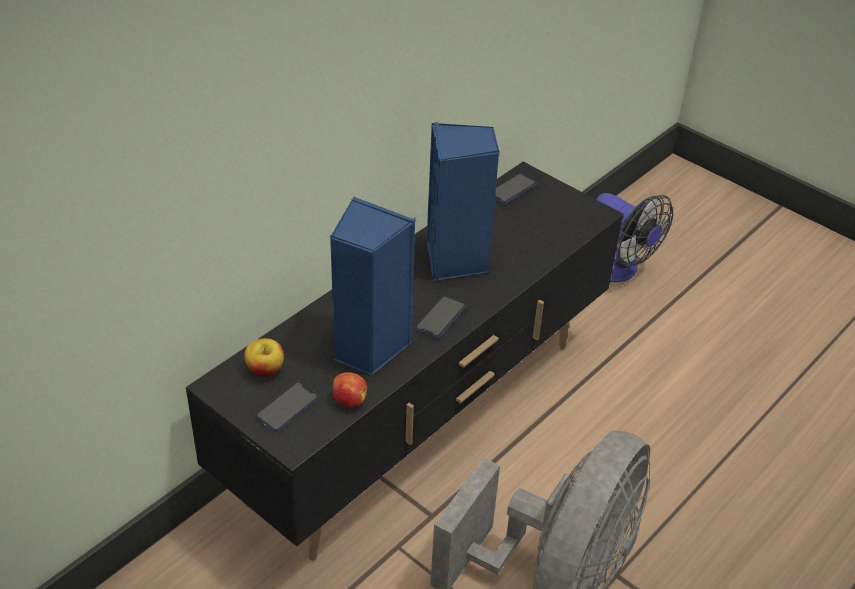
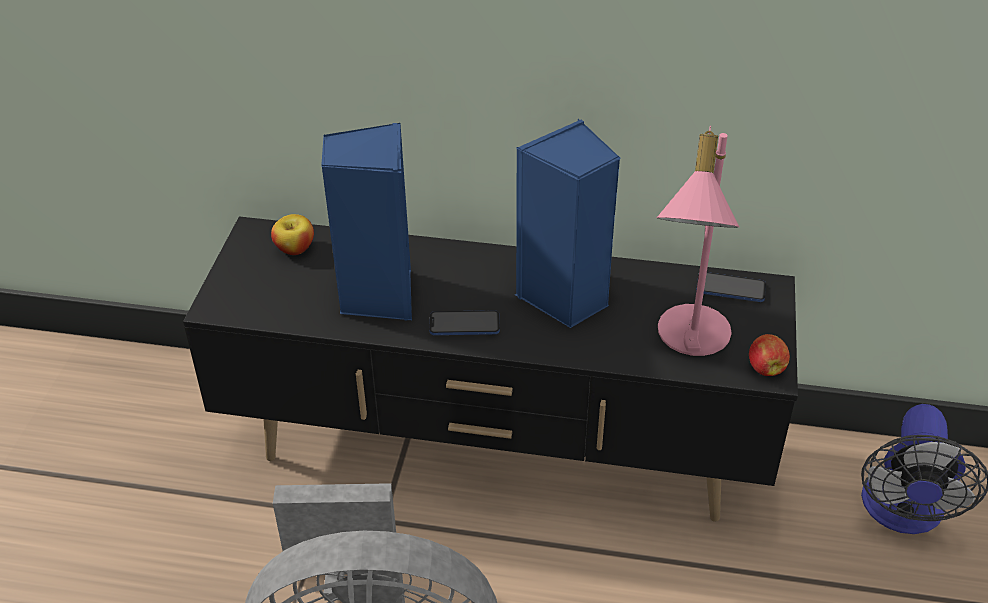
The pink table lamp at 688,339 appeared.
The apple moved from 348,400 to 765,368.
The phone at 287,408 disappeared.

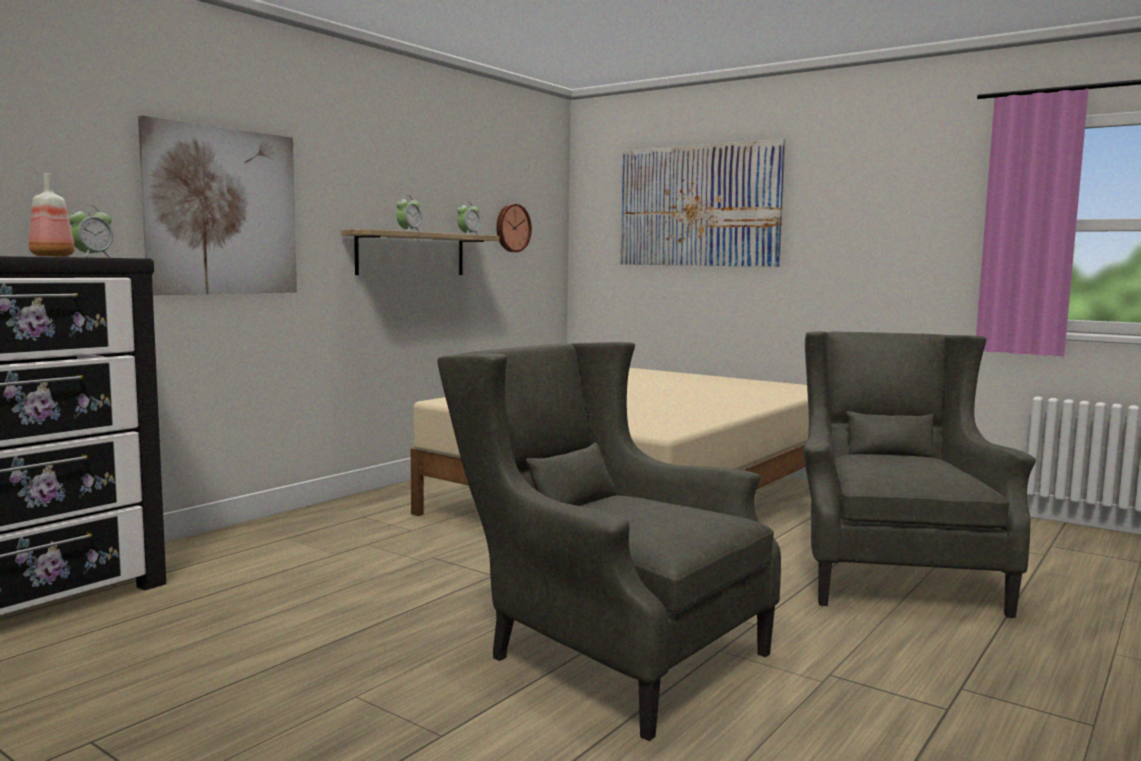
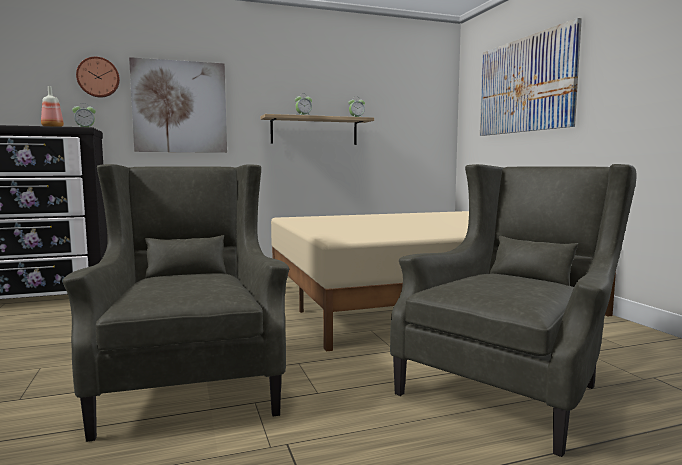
The wall clock moved from 512,228 to 98,77.

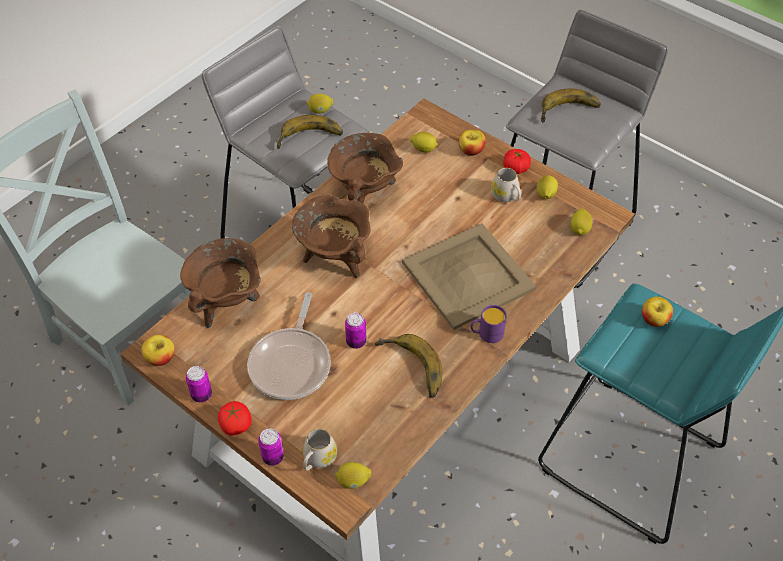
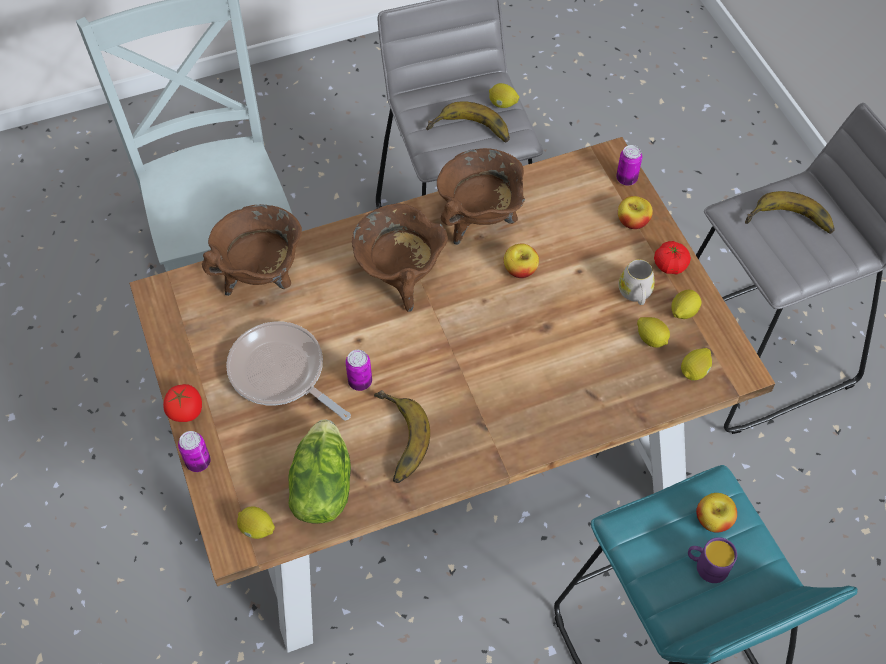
The frying pan at 292,363 turned 90 degrees clockwise.
The lettuce at 321,487 appeared.
The apple moved from 161,358 to 520,270.
The can moved from 201,395 to 626,179.
The lemon moved from 424,149 to 651,339.
The purple mug moved from 486,334 to 706,566.
The white mug at 318,459 disappeared.
The beige tray at 467,277 disappeared.

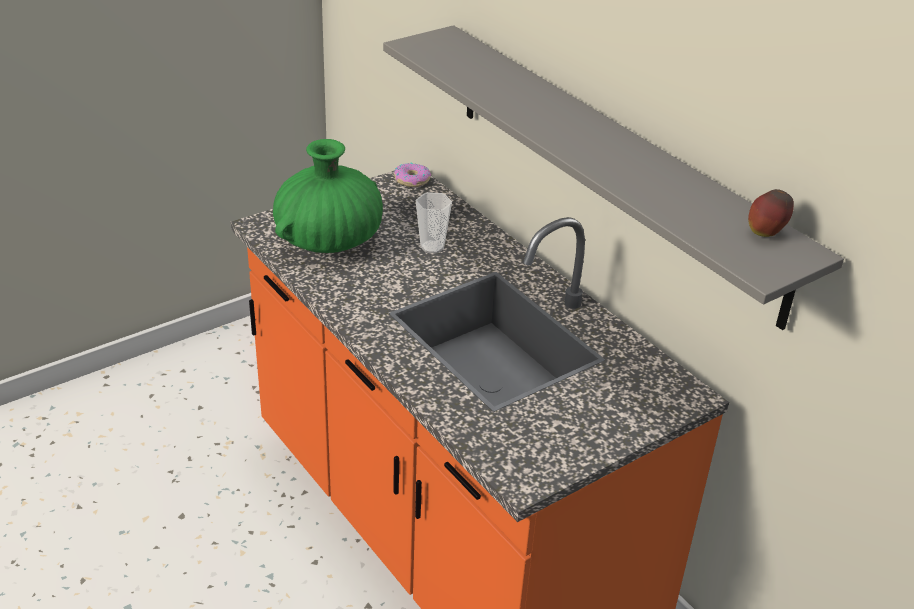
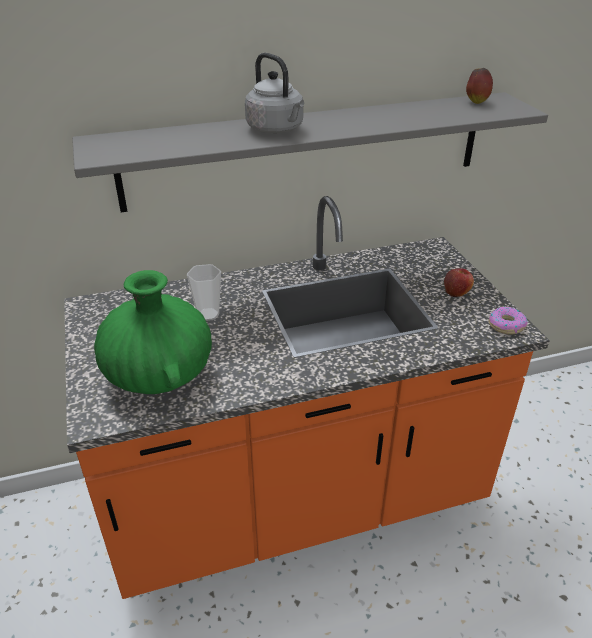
The grey kettle at 277,130 appeared.
The apple at 456,292 appeared.
The donut moved from 412,180 to 506,325.

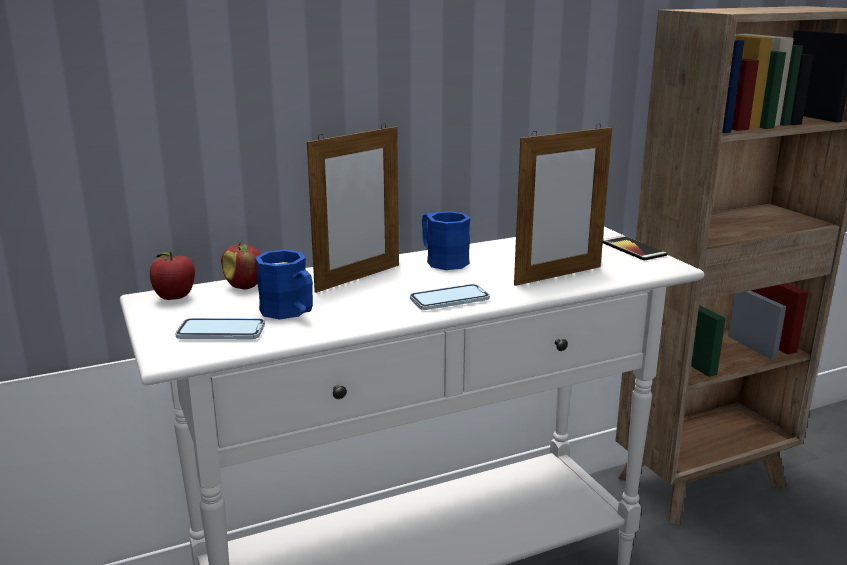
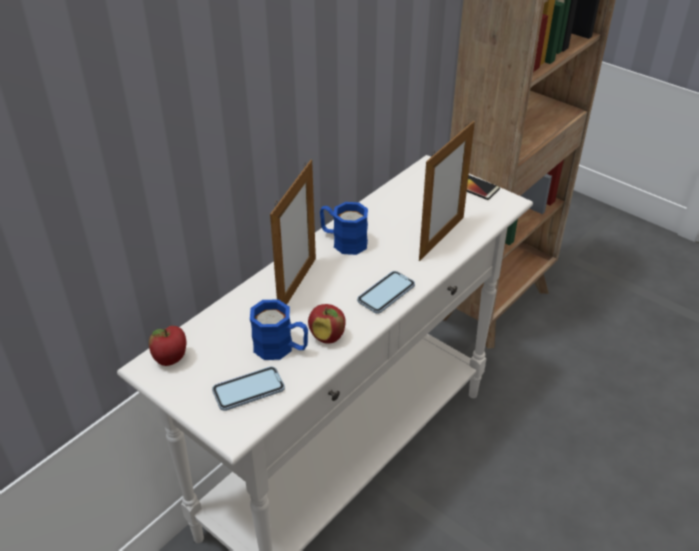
The apple moved from 245,286 to 327,337.

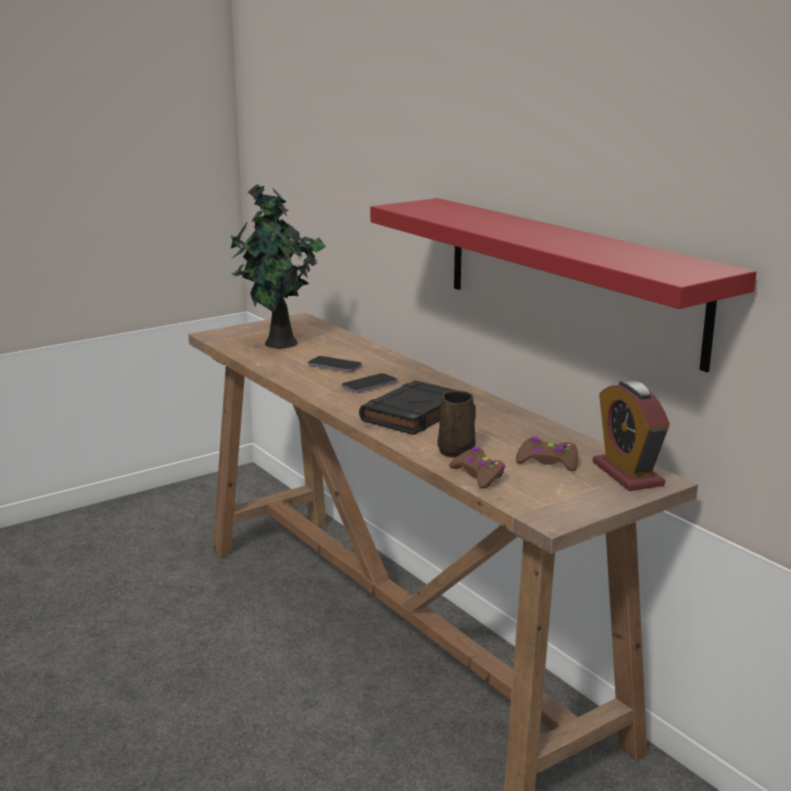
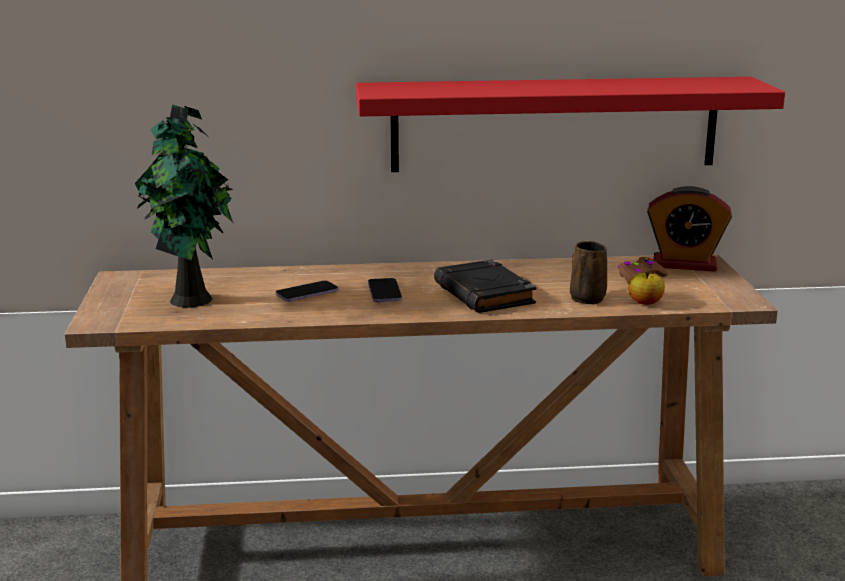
The brown game controller at 478,475 was replaced by the apple at 645,303.

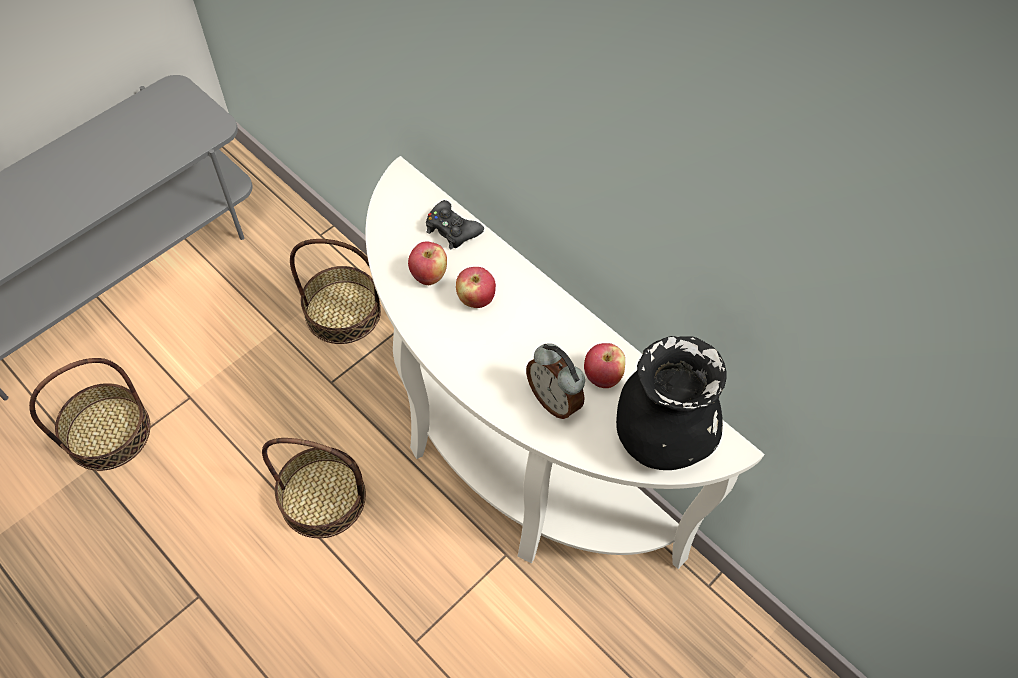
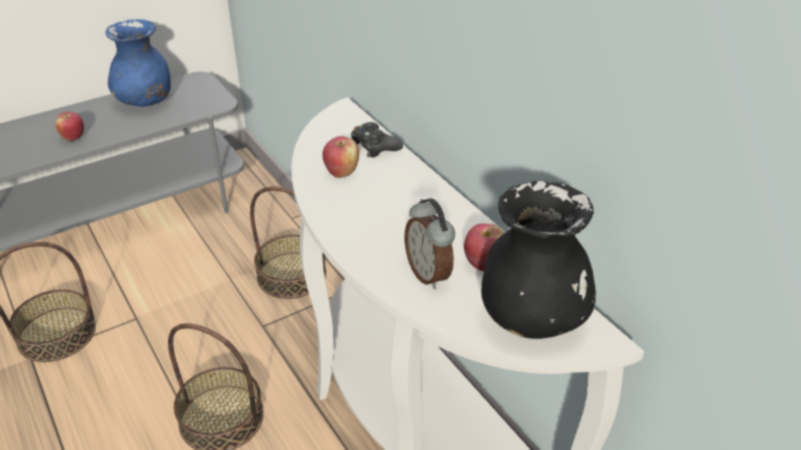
The apple moved from 475,299 to 73,137.
The blue vase at 145,101 appeared.

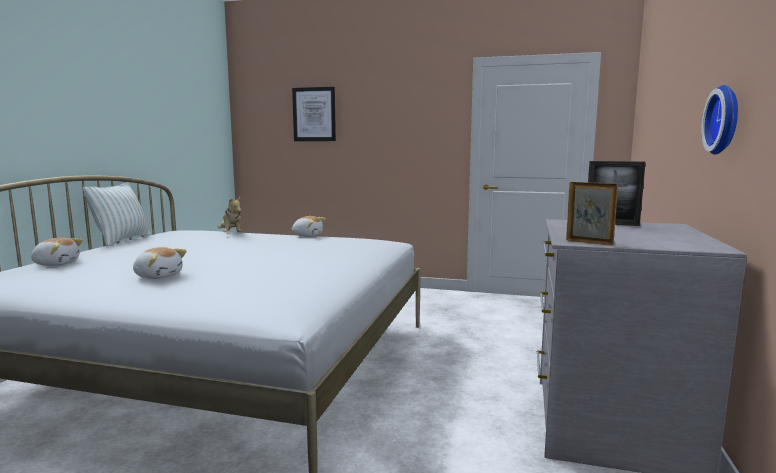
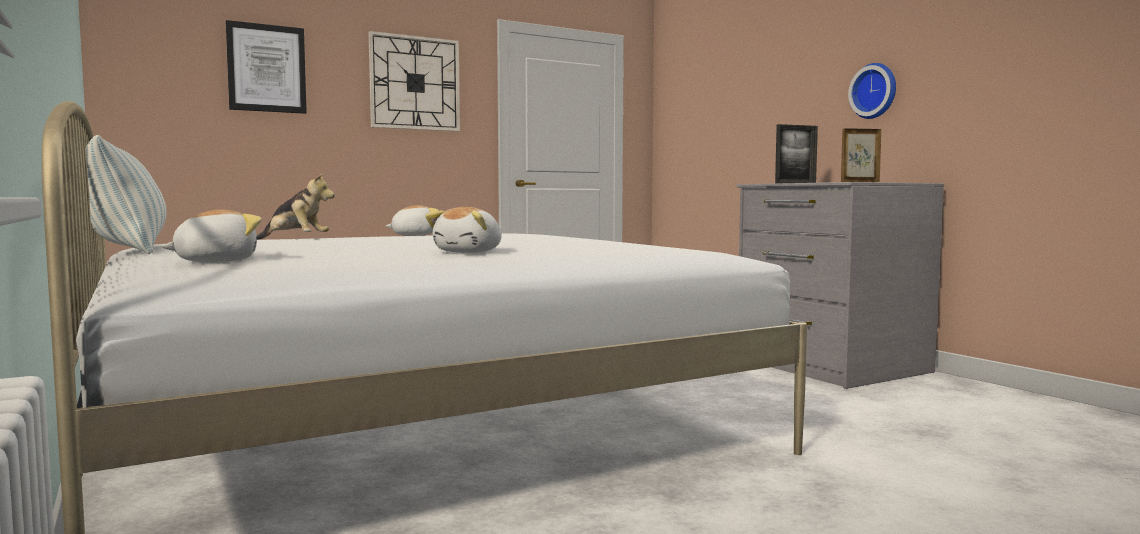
The wall clock at 415,83 appeared.
The plush toy at 158,276 turned 135 degrees clockwise.

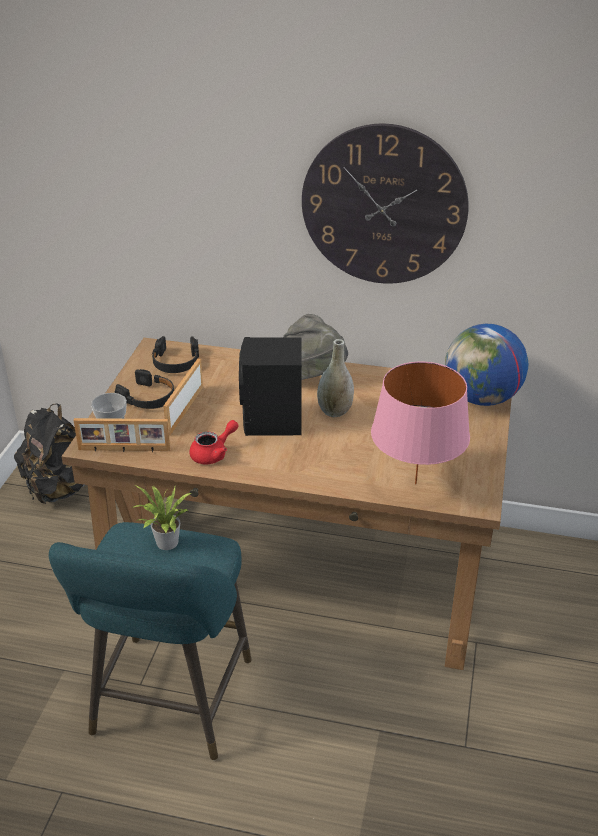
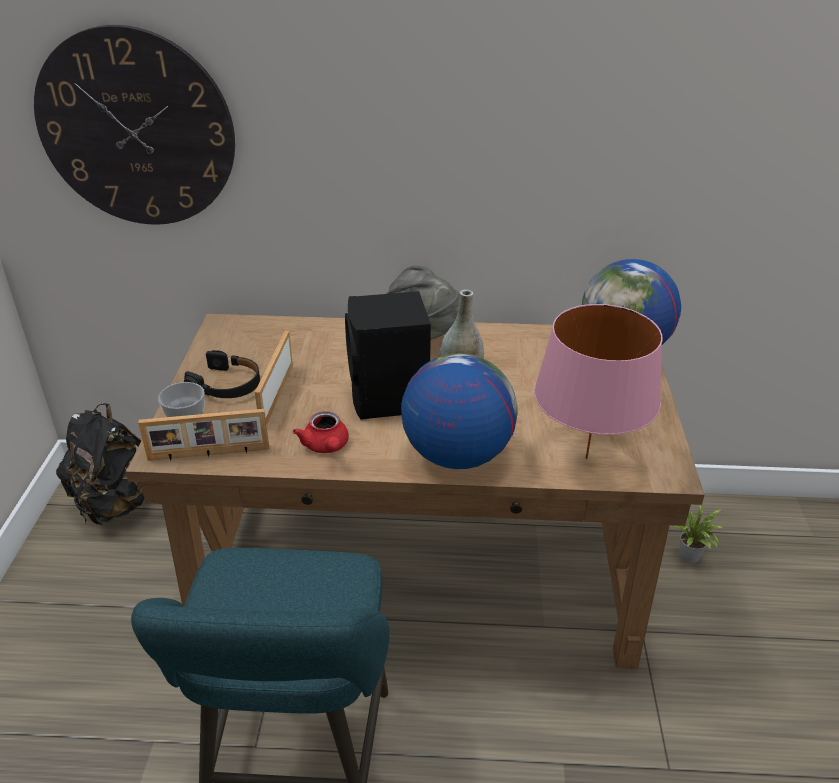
The wall clock moved from 384,206 to 136,130.
The red teapot at 213,454 turned 120 degrees clockwise.
The globe at 456,455 appeared.
The potted plant moved from 166,544 to 689,557.
The black headphones at 176,362 disappeared.

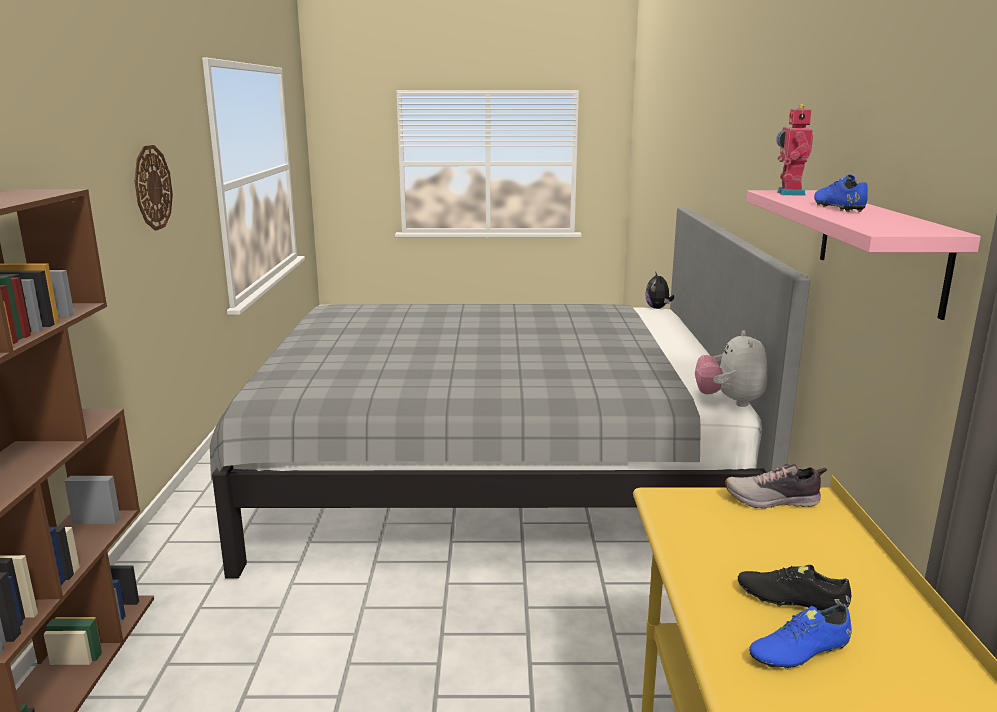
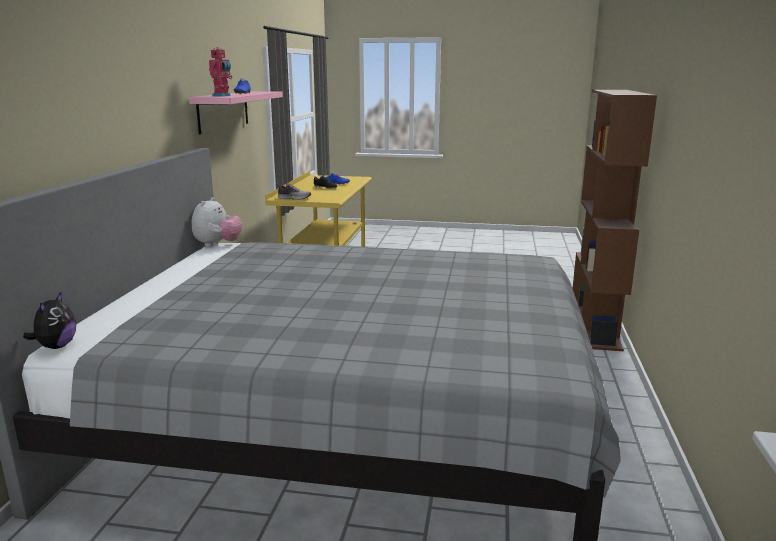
The wall clock at 152,187 disappeared.

